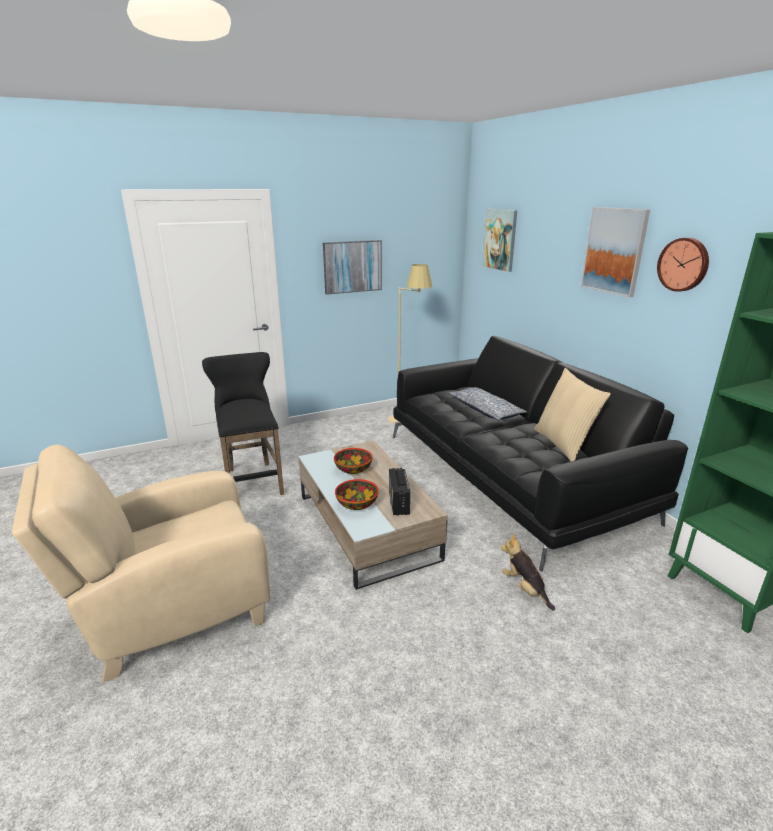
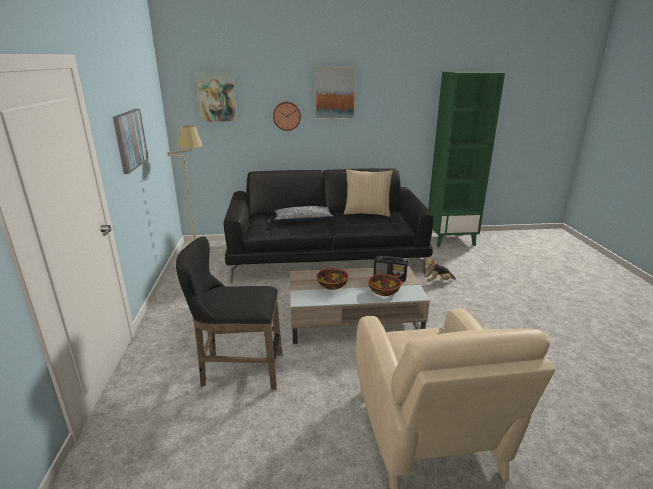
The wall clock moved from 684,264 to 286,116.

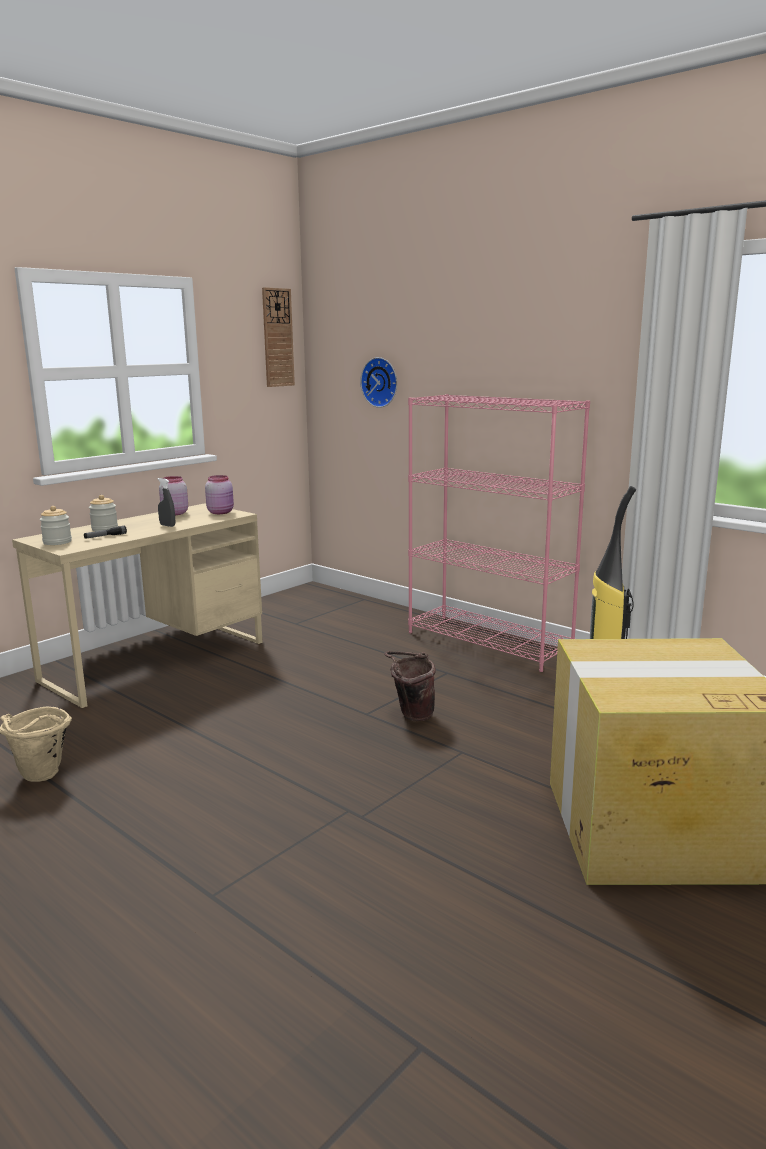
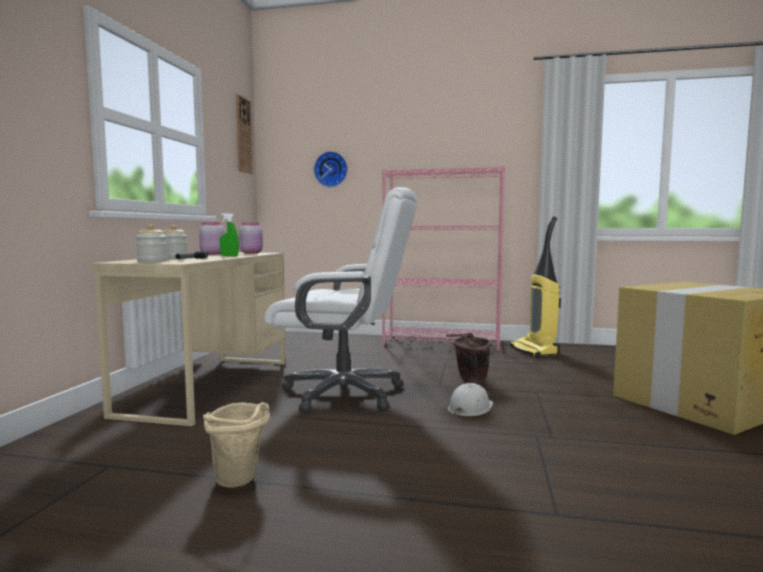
The grey spray bottle at 167,525 became the green spray bottle at 229,256.
The white office chair at 345,393 appeared.
The white hard hat at 470,408 appeared.

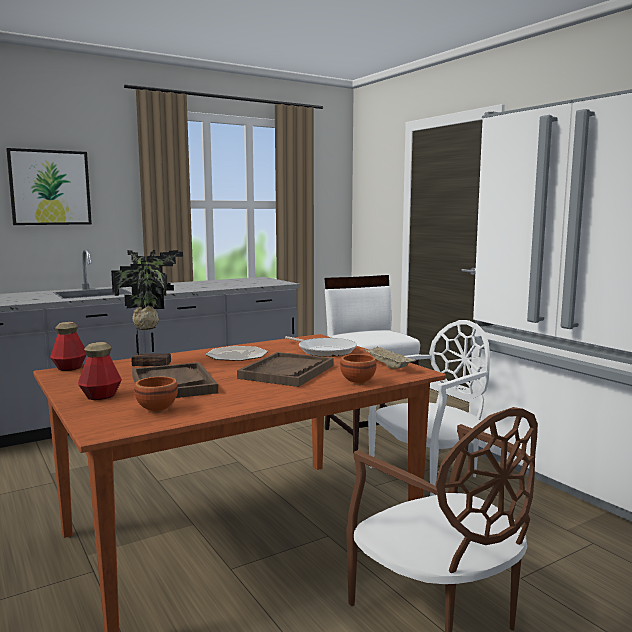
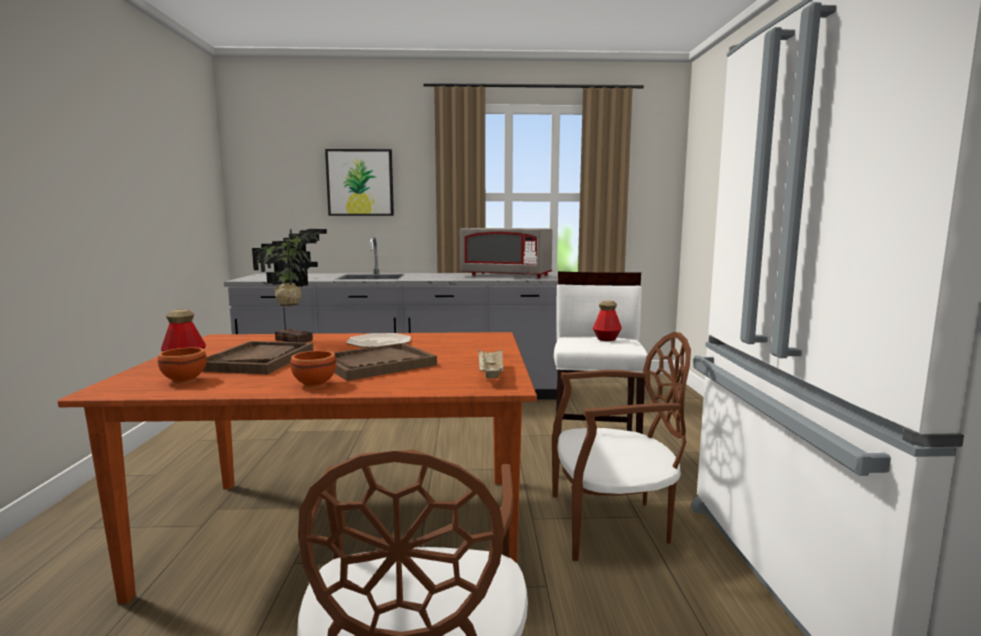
The brown bowl moved from 357,382 to 313,385.
The grey microwave at 506,276 appeared.
The white chair at 429,474 became the brown chair at 612,524.
The bottle moved from 70,368 to 606,339.
The frying pan at 324,350 disappeared.

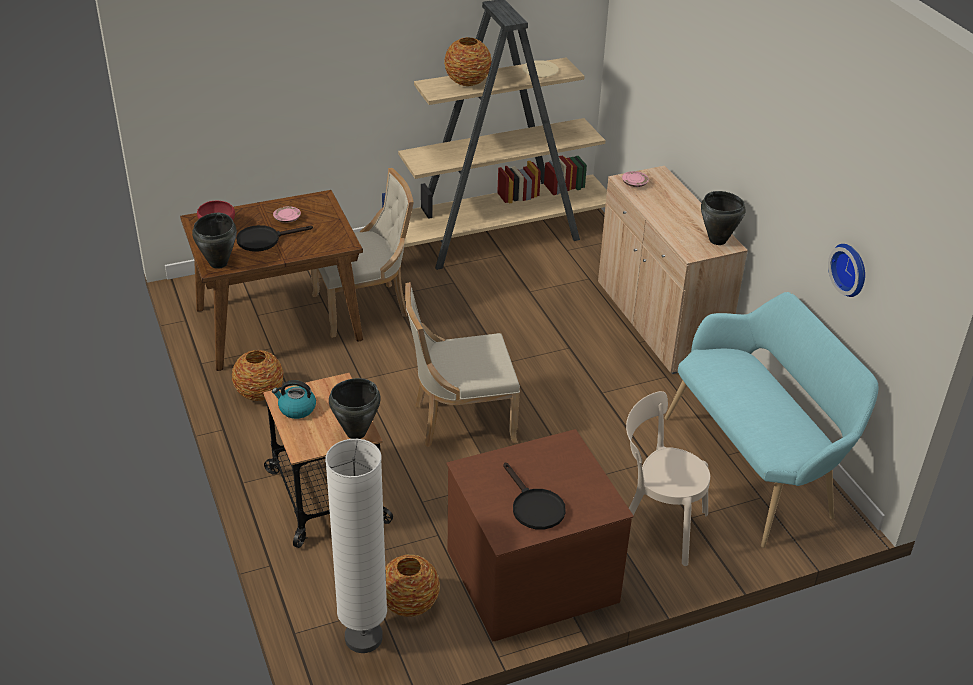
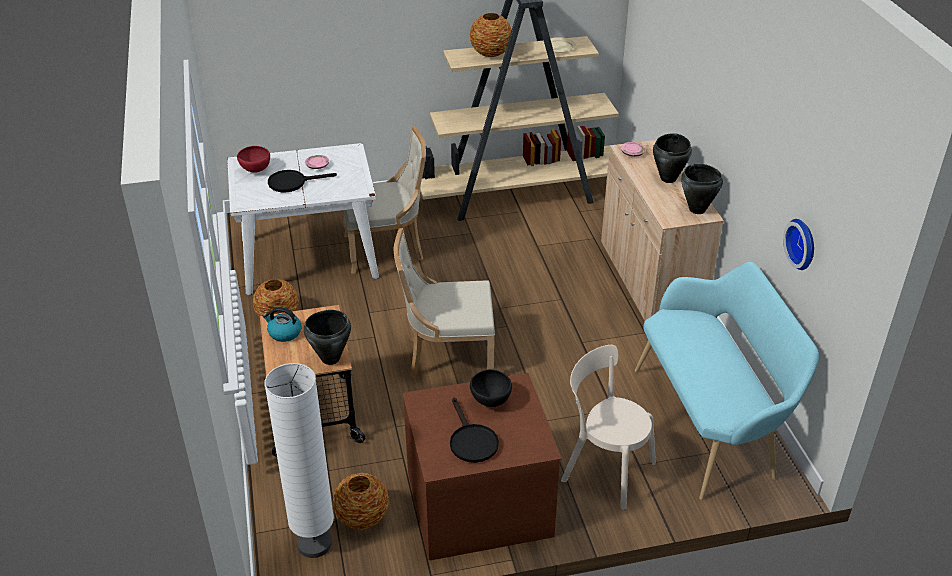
The brown dining table at 280,324 became the white dining table at 310,258.
The black bowl at 490,401 appeared.
The black cooking pot moved from 219,263 to 668,178.

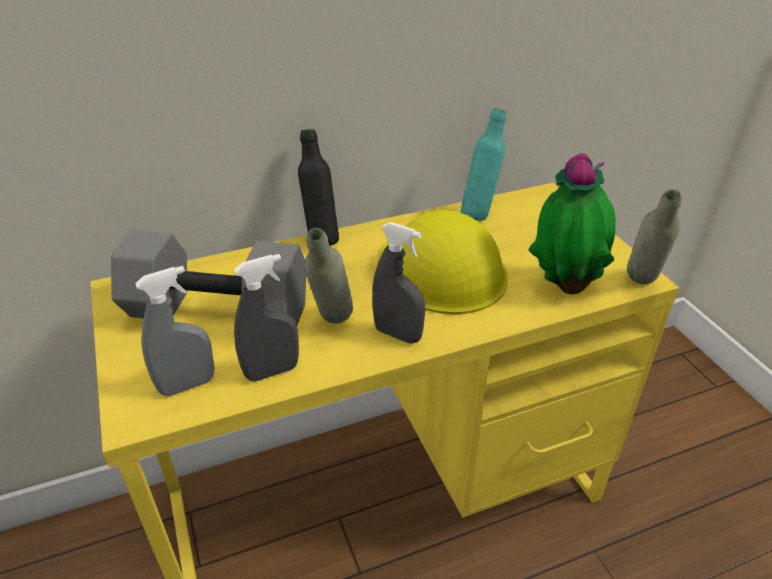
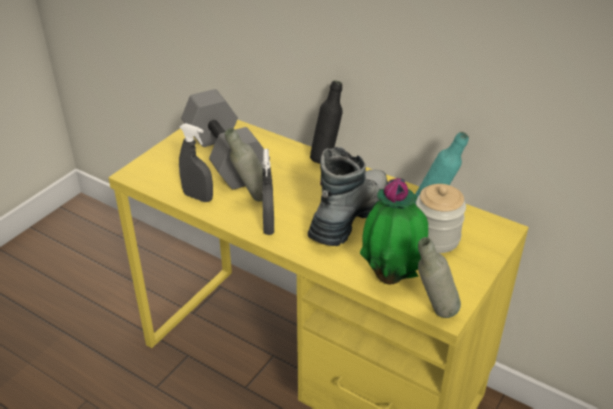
The yellow hard hat at 441,269 was replaced by the boot at 349,216.
The jar at 436,238 appeared.
The grey spray bottle at 187,385 disappeared.

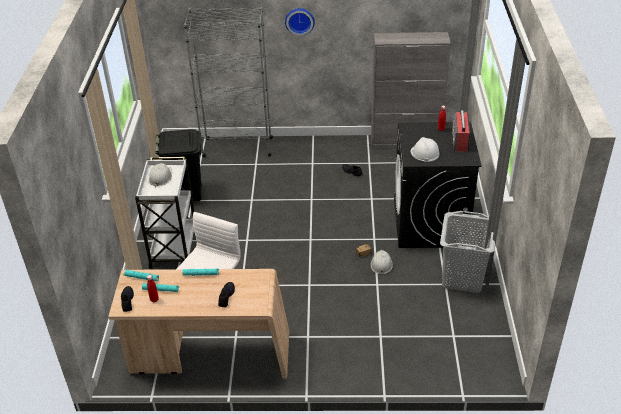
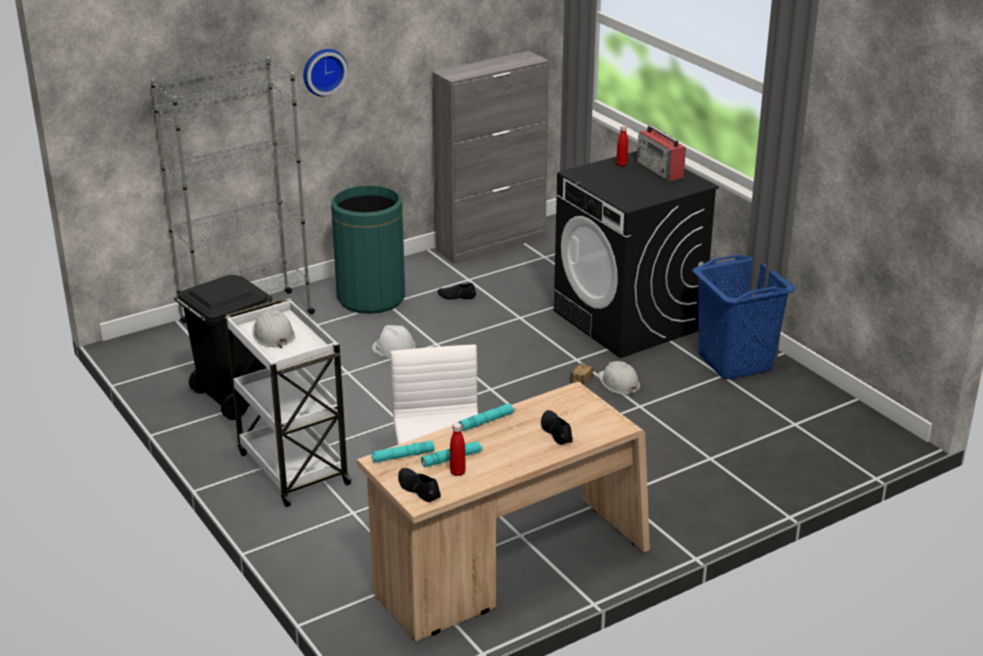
The green trash can at 371,298 appeared.
The white hard hat moved from 424,153 to 393,348.
The grey laundry basket at 463,278 became the blue laundry basket at 735,362.

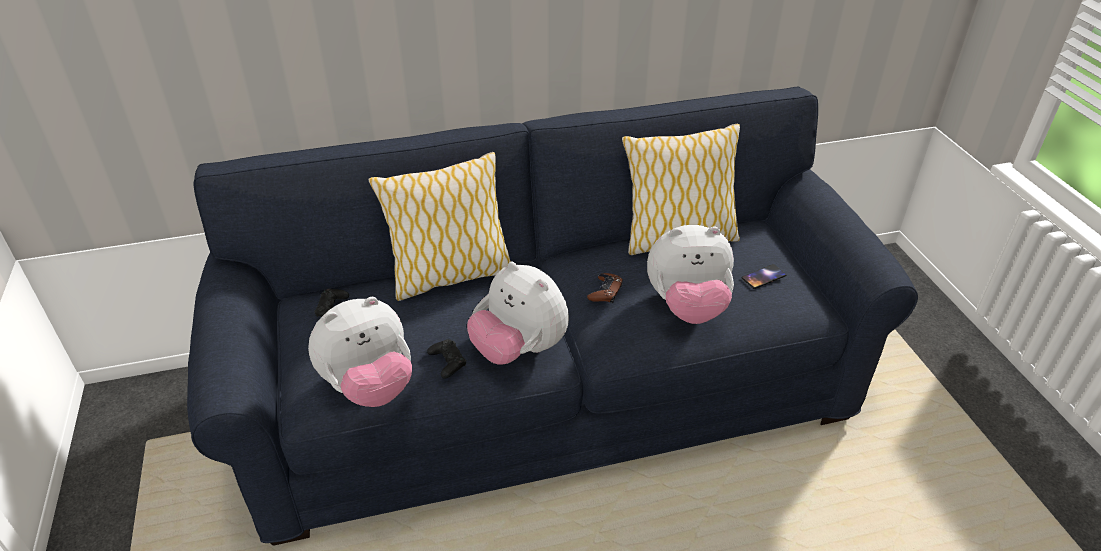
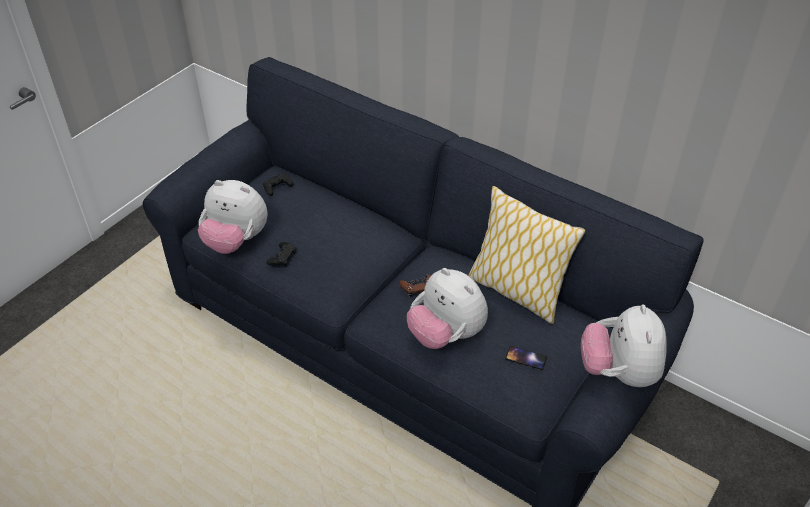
The plush toy moved from 519,349 to 618,372.
The pillow at 450,276 disappeared.

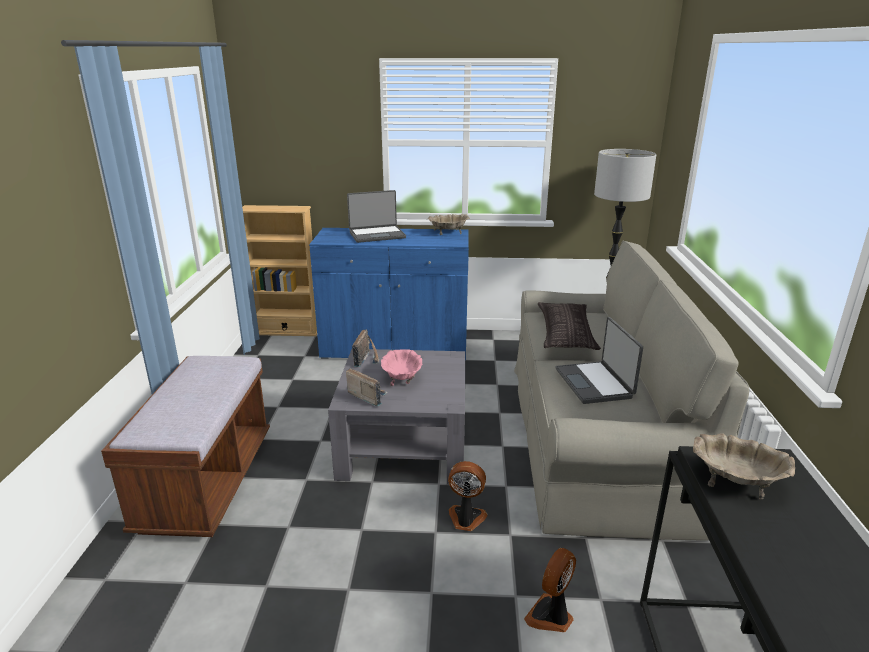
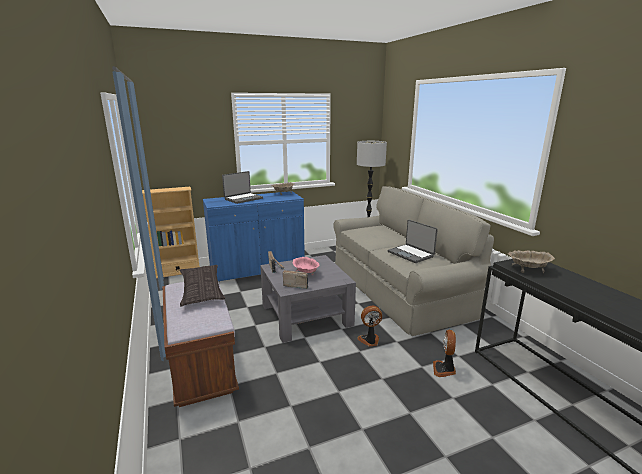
The pillow moved from 565,333 to 201,289.

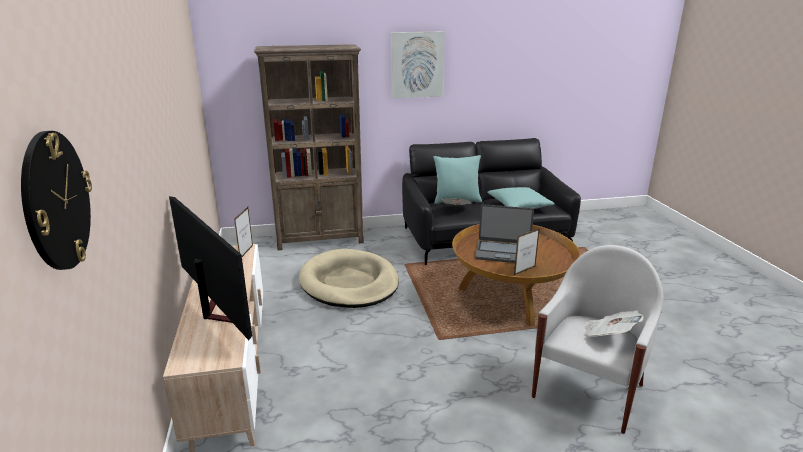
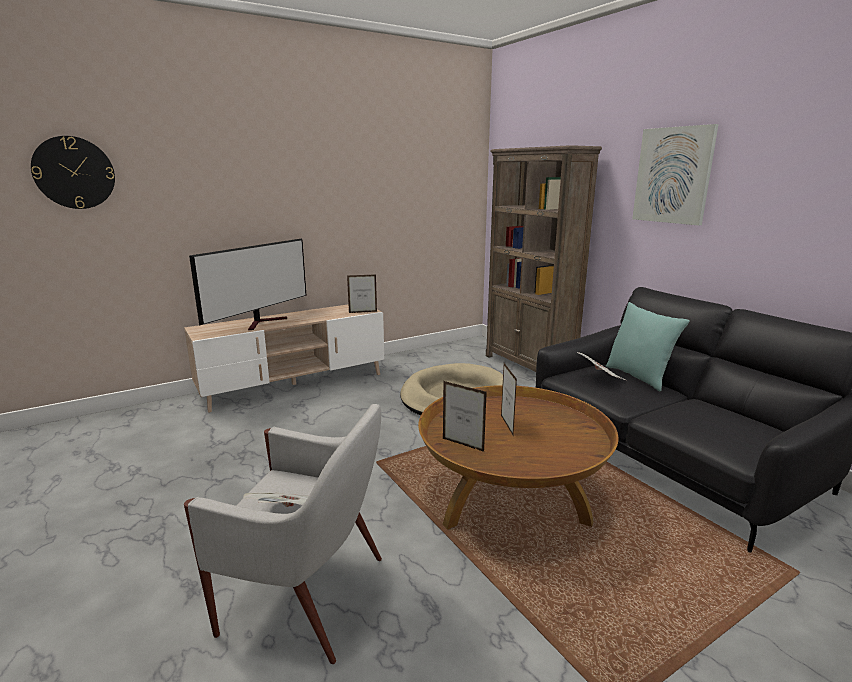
The laptop at 503,252 was replaced by the picture frame at 506,425.
The turquoise pillow at 519,206 disappeared.

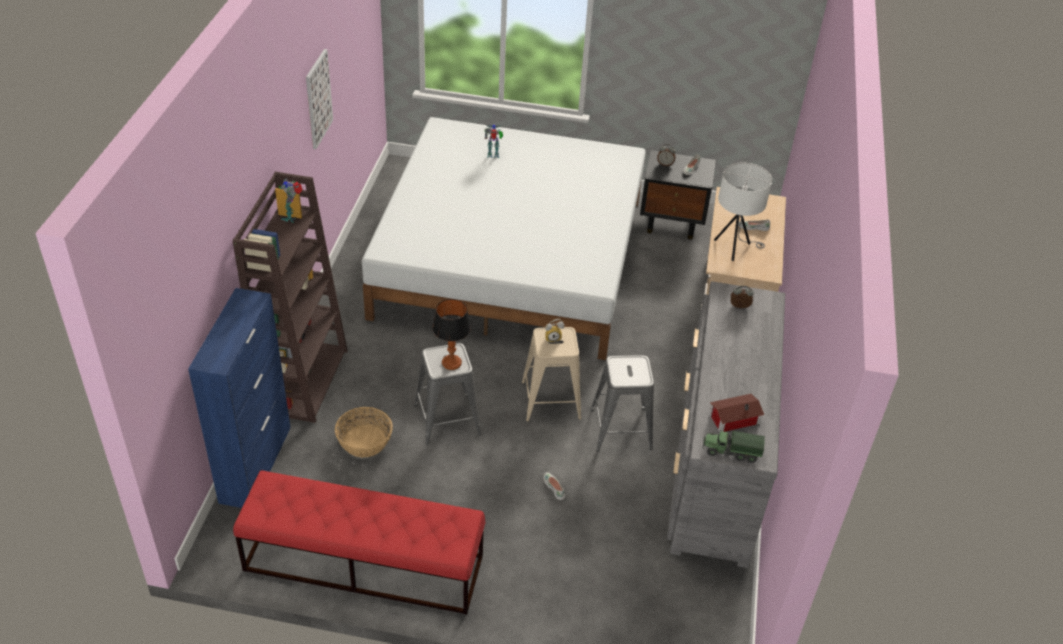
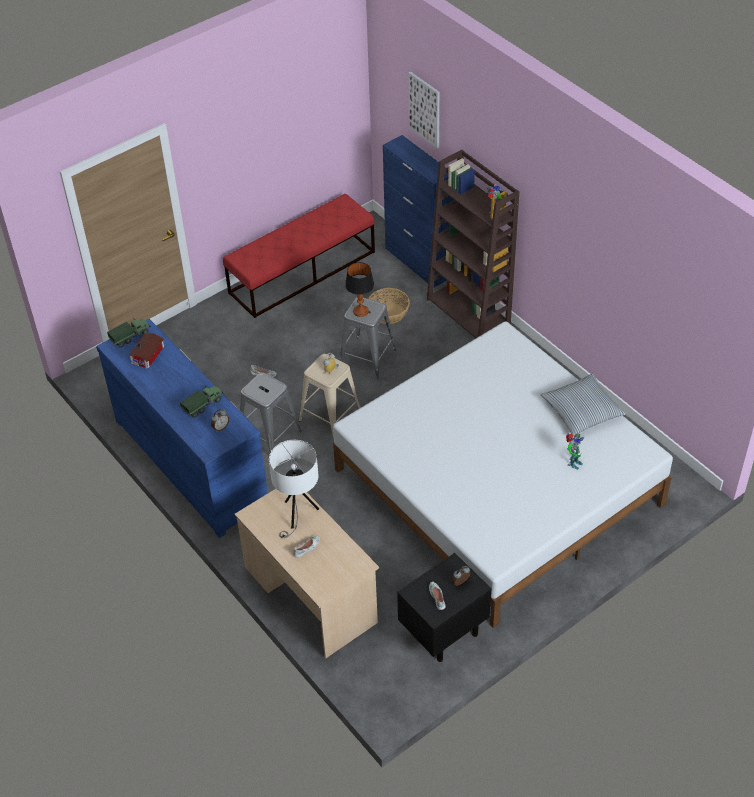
The grey dresser at 716,465 became the blue dresser at 191,462.
The toy truck at 203,405 appeared.
The picture moved from 318,99 to 425,109.
The pillow at 582,410 appeared.

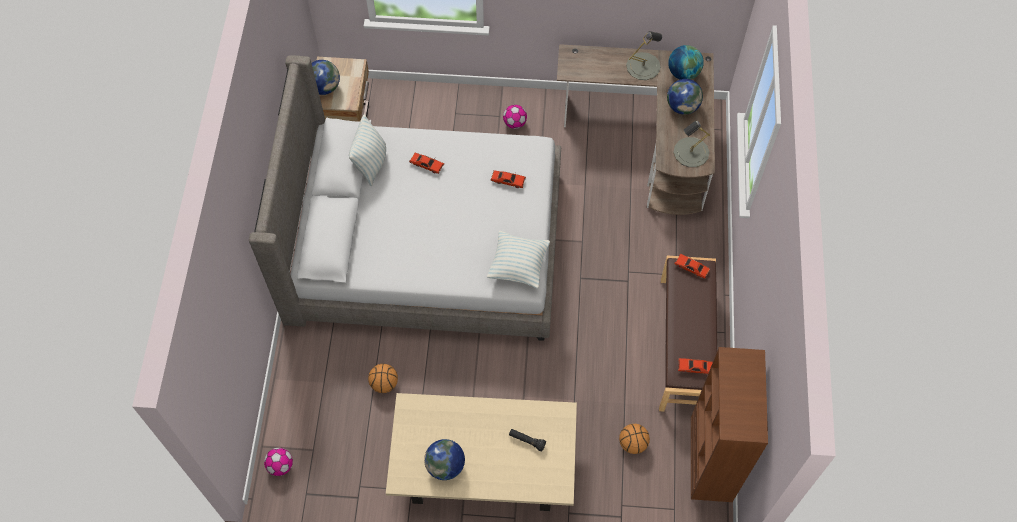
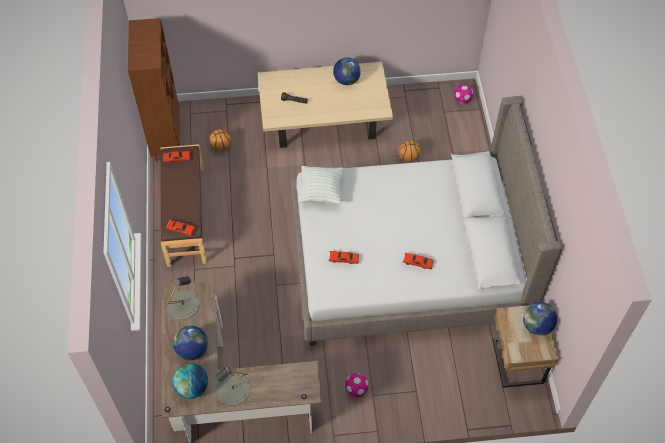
The pillow at 371,163 disappeared.

